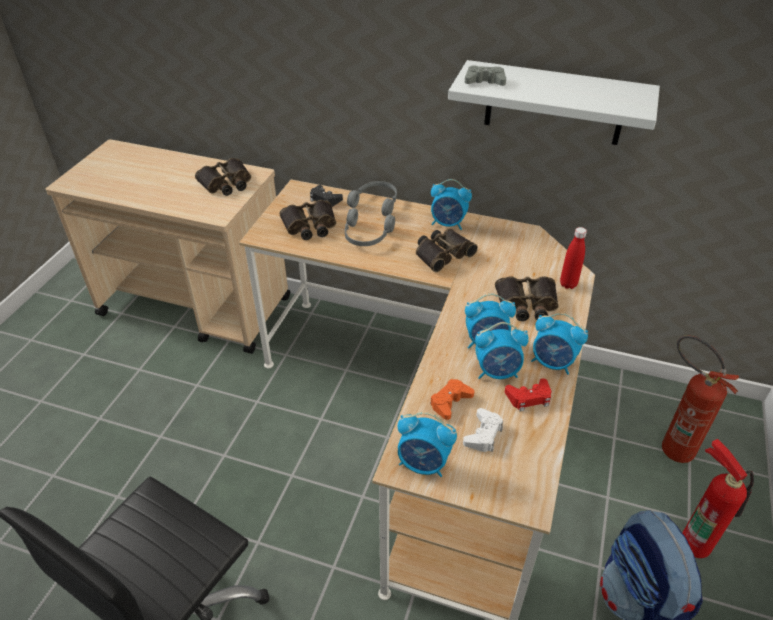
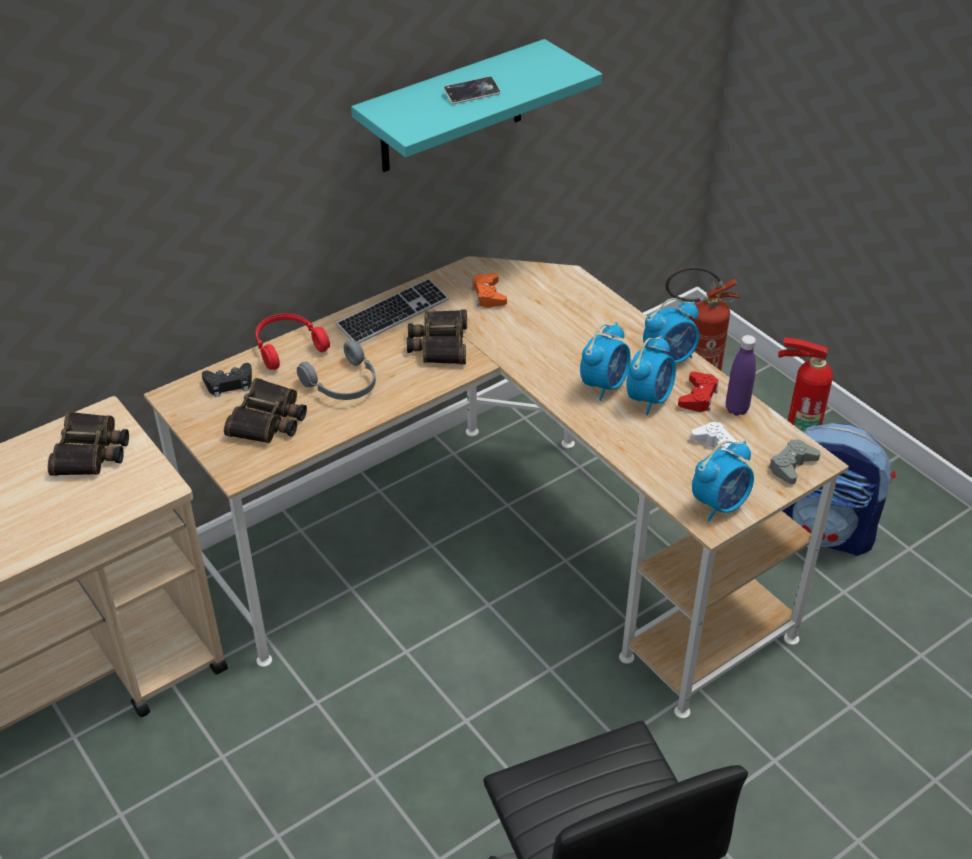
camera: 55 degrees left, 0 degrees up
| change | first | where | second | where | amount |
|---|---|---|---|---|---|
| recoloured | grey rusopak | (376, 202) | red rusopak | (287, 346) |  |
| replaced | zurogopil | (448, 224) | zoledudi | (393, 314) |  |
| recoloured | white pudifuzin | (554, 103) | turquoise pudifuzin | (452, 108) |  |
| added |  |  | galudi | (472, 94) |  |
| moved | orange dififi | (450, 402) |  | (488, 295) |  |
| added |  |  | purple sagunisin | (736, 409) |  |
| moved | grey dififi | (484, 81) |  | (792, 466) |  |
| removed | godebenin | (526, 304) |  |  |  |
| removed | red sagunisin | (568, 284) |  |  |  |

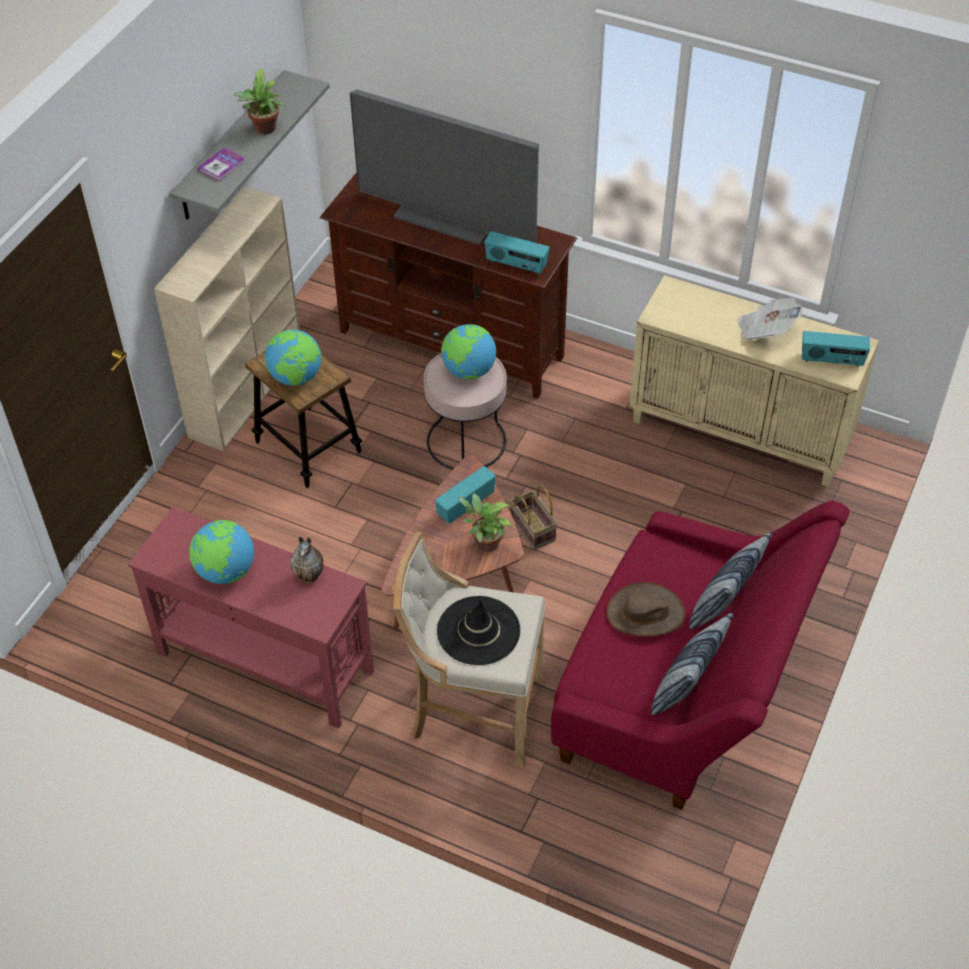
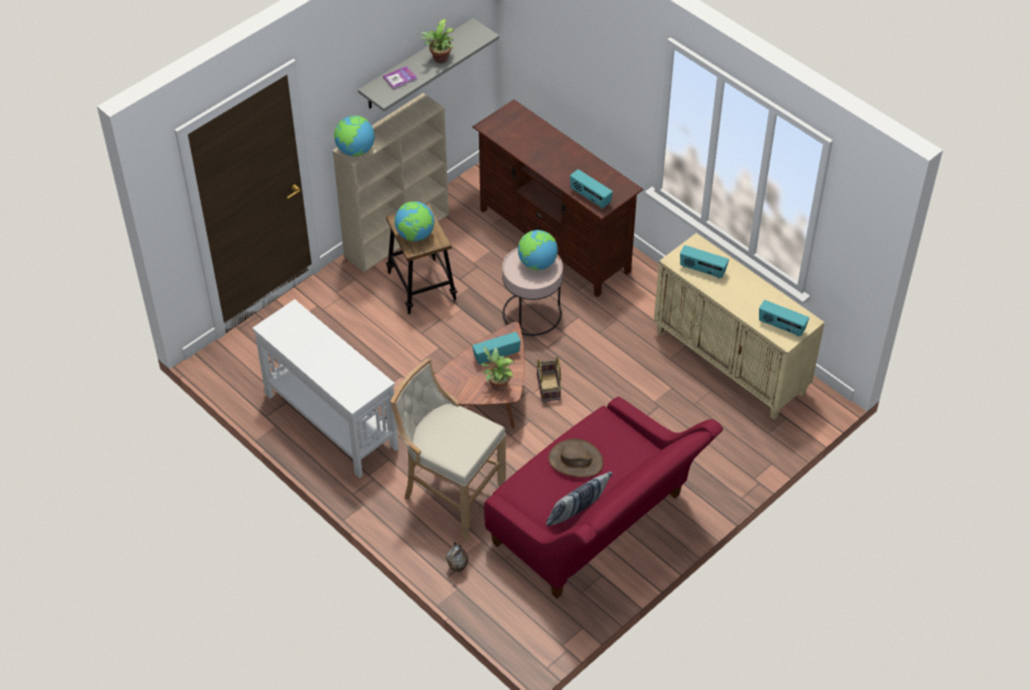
camera: 20 degrees right, 0 degrees up
| change | first | where | second | where | amount |
|---|---|---|---|---|---|
| recoloured | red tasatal | (264, 661) | white tasatal | (331, 420) |  |
| moved | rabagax | (225, 572) |  | (355, 151) |  |
| moved | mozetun | (310, 577) |  | (458, 568) |  |
| added |  |  | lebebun | (702, 270) |  |
| removed | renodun | (448, 217) |  |  |  |
| removed | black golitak | (478, 631) |  |  |  |
| removed | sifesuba | (723, 606) |  |  |  |
| removed | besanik | (766, 330) |  |  |  |

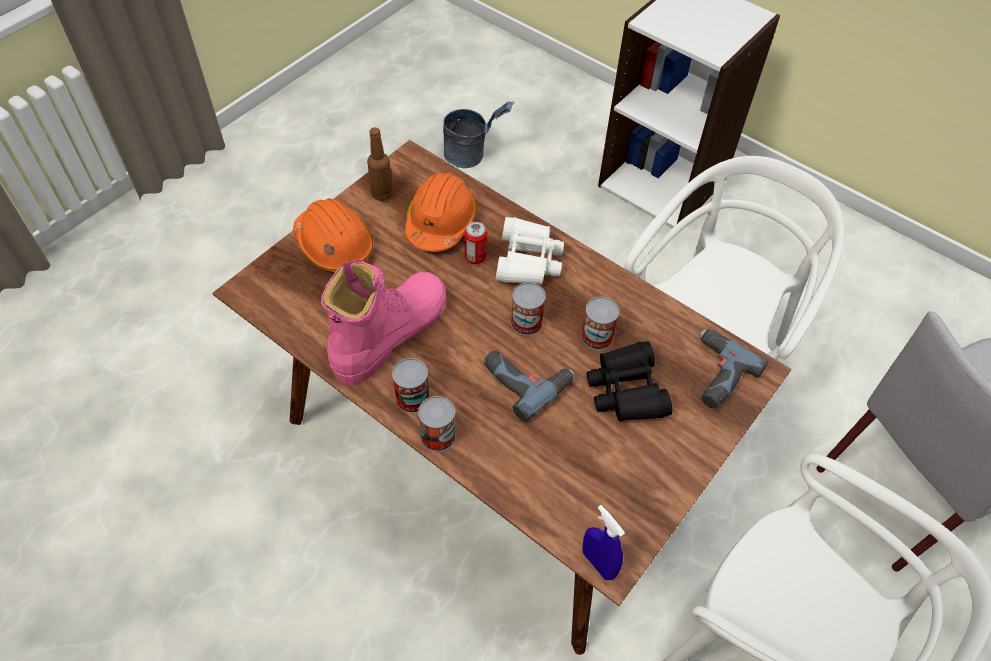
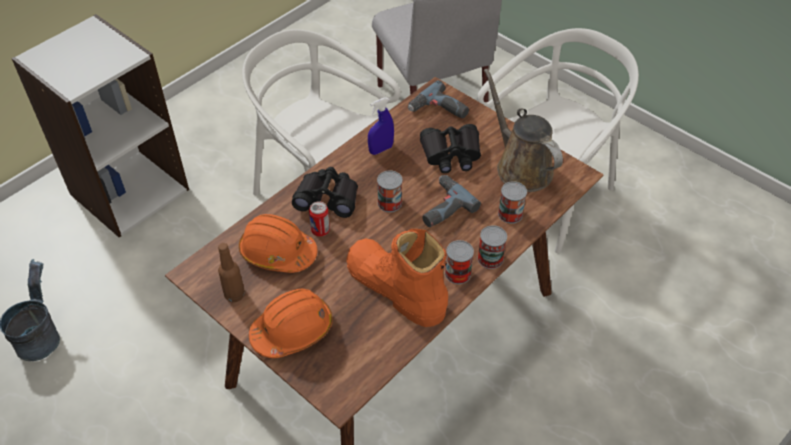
camera: 85 degrees left, 5 degrees down
| change | first | where | second | where | amount |
|---|---|---|---|---|---|
| recoloured | white godebenin | (528, 260) | black godebenin | (328, 198) |  |
| recoloured | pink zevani | (389, 334) | orange zevani | (395, 288) |  |
| moved | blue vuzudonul | (598, 563) |  | (381, 149) |  |
| added |  |  | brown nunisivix | (520, 167) |  |
| moved | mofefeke | (597, 336) |  | (510, 214) |  |

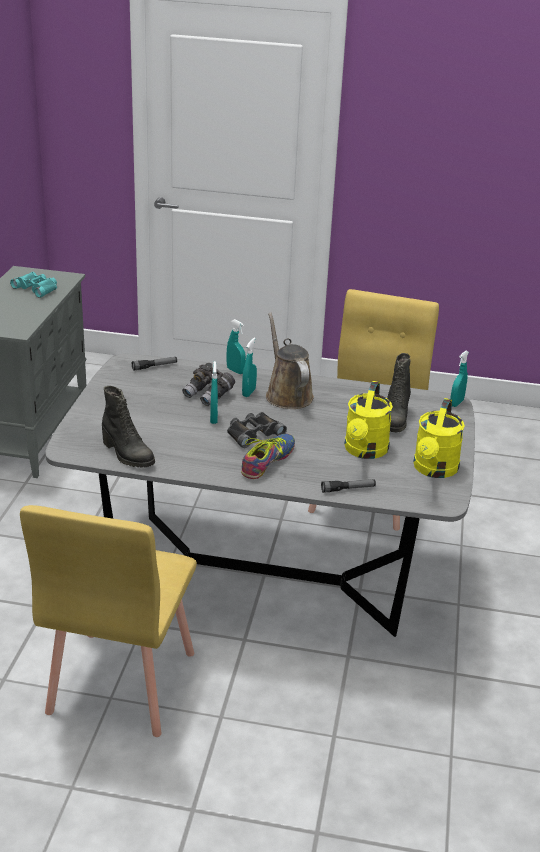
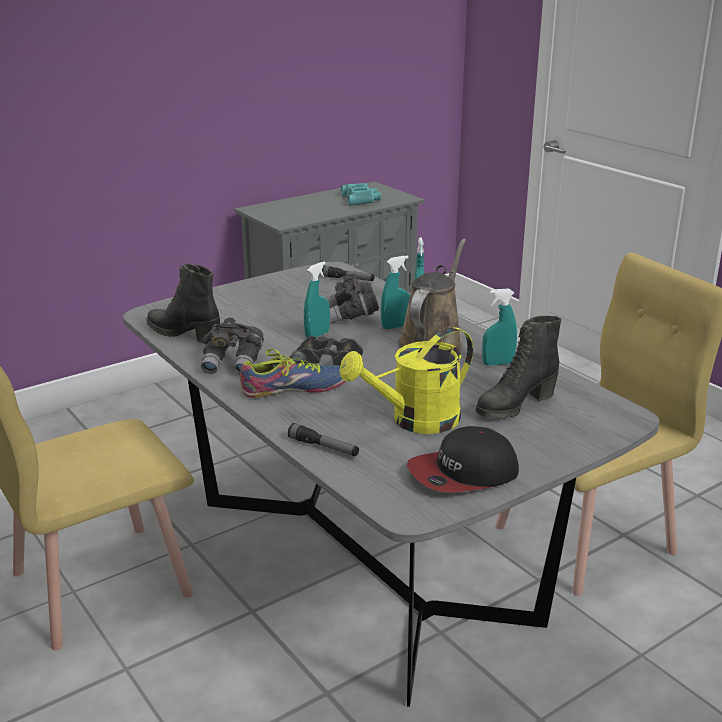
camera: 45 degrees right, 5 degrees down
| change | first | where | second | where | amount |
|---|---|---|---|---|---|
| turned | black zevani | (127, 454) |  | (185, 334) | 120 degrees clockwise |
| added |  |  | grey godebenin | (233, 364) |  |
| replaced | yellow nunisivix | (434, 470) | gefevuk | (463, 474) |  |
| moved | turquoise vuzudonul | (456, 403) |  | (498, 363) |  |

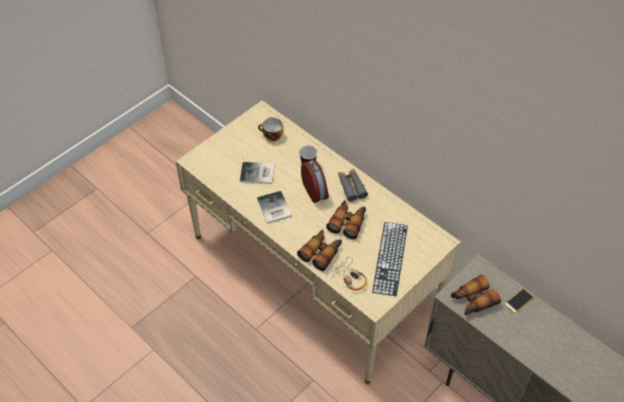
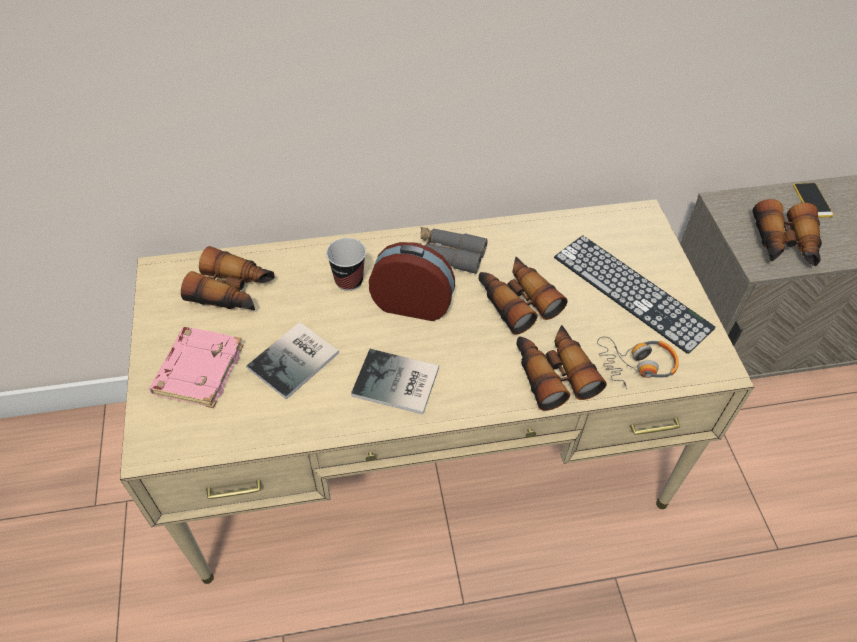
camera: 55 degrees left, 0 degrees up
| change | first | where | second | where | amount |
|---|---|---|---|---|---|
| added |  |  | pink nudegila | (198, 370) |  |
| replaced | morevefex | (271, 136) | godebenin | (233, 291) |  |

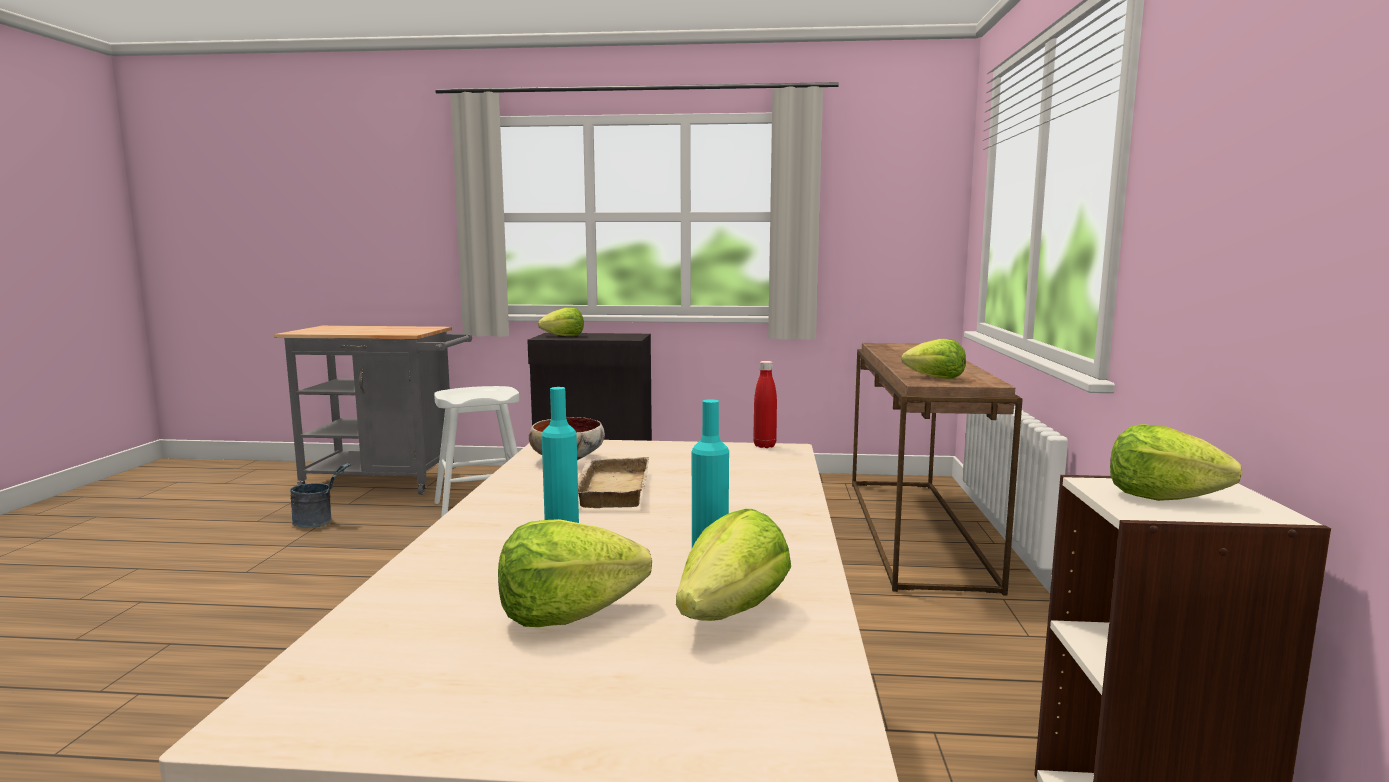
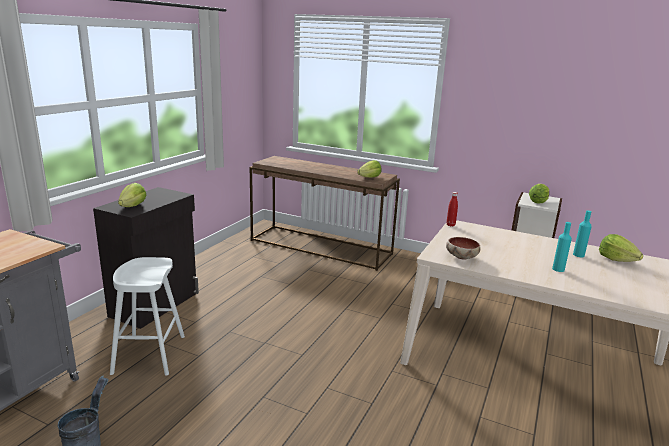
camera: 70 degrees left, 10 degrees up
| change | first | where | second | where | amount |
|---|---|---|---|---|---|
| removed | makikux | (568, 614) |  |  |  |
| removed | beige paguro | (610, 489) |  |  |  |

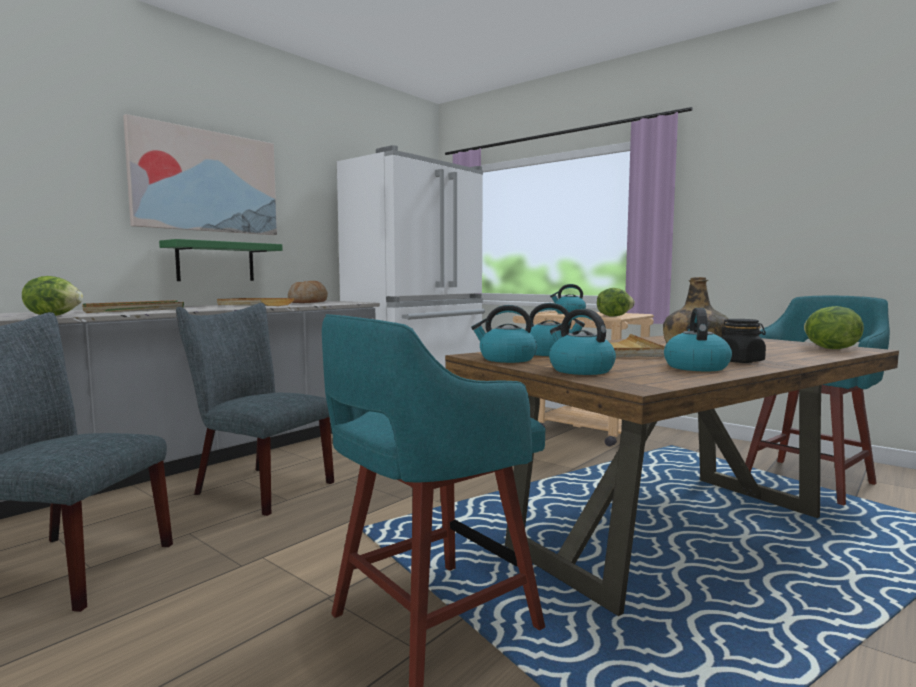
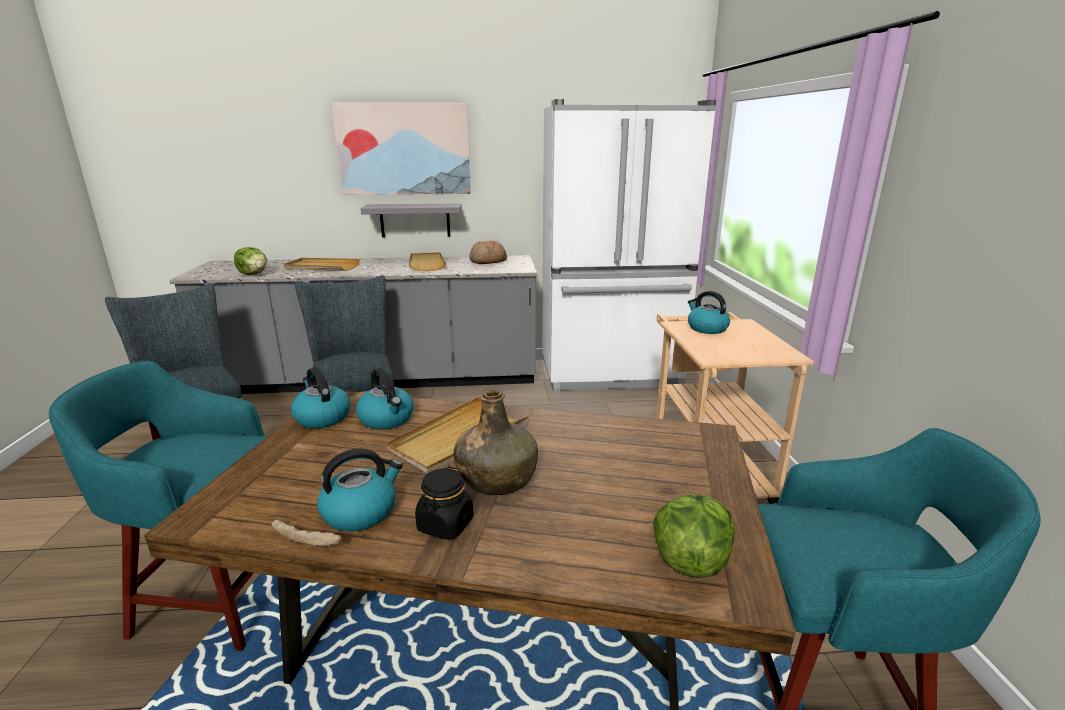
camera: 45 degrees right, 15 degrees up
| change | first | where | second | where | amount |
|---|---|---|---|---|---|
| added |  |  | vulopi | (307, 539) |  |
| recoloured | green paguro | (133, 310) | beige paguro | (322, 267) |  |
| recoloured | green pudifuzin | (216, 262) | grey pudifuzin | (415, 220) |  |
| removed | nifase | (580, 370) |  |  |  |
| removed | makikux | (613, 316) |  |  |  |

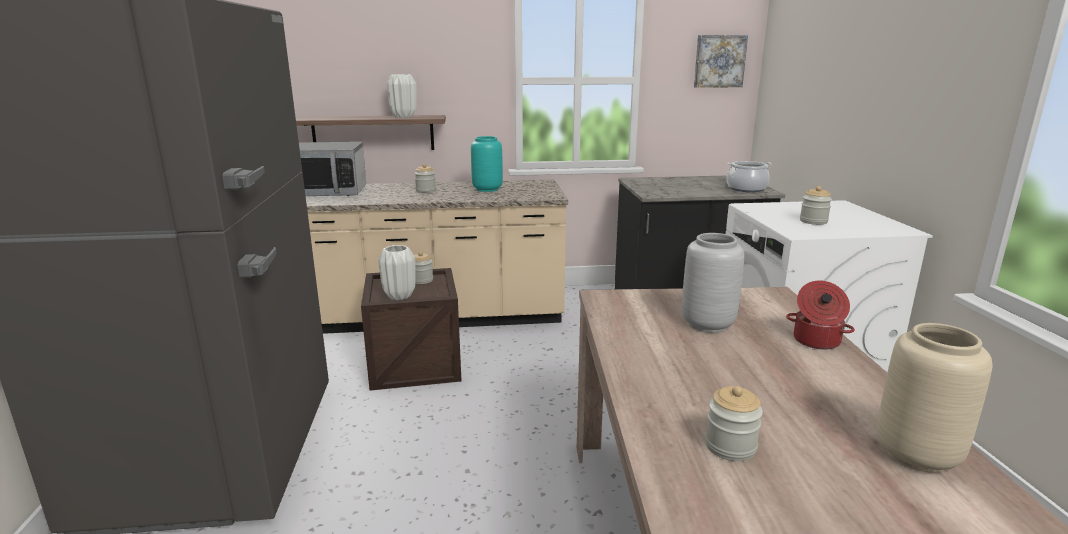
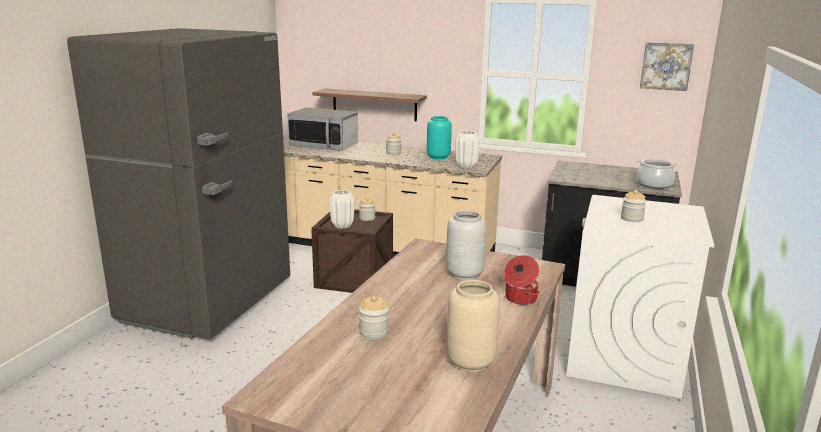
camera: 25 degrees right, 0 degrees up
| change | first | where | second | where | amount |
|---|---|---|---|---|---|
| moved | white mozetun | (403, 117) |  | (466, 166) |  |

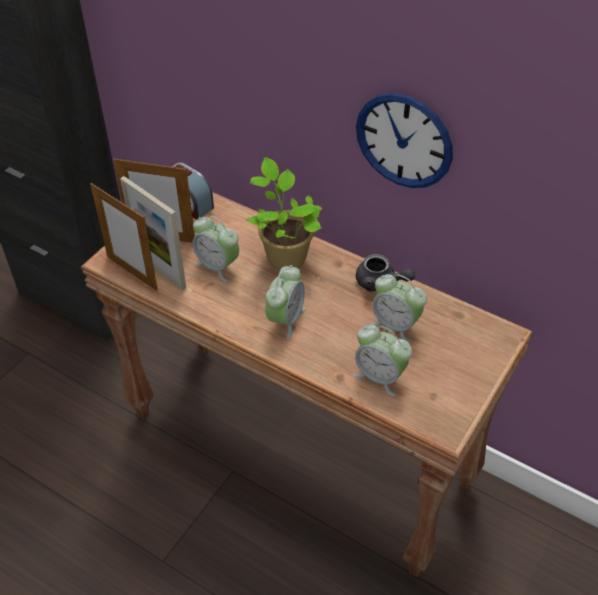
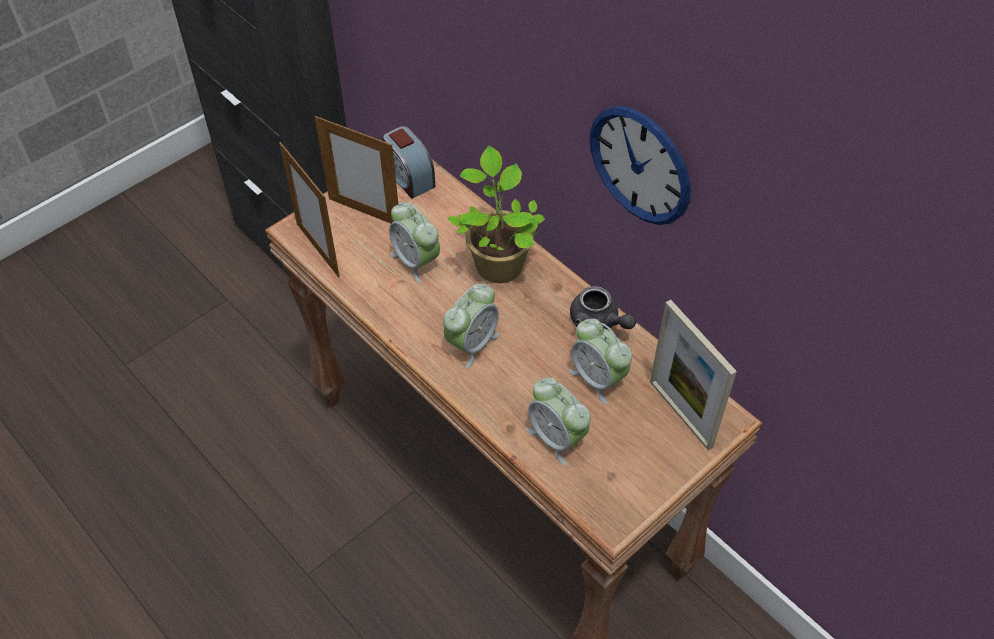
camera: 15 degrees right, 5 degrees up
| change | first | where | second | where | amount |
|---|---|---|---|---|---|
| moved | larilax | (160, 271) |  | (680, 414) |  |

